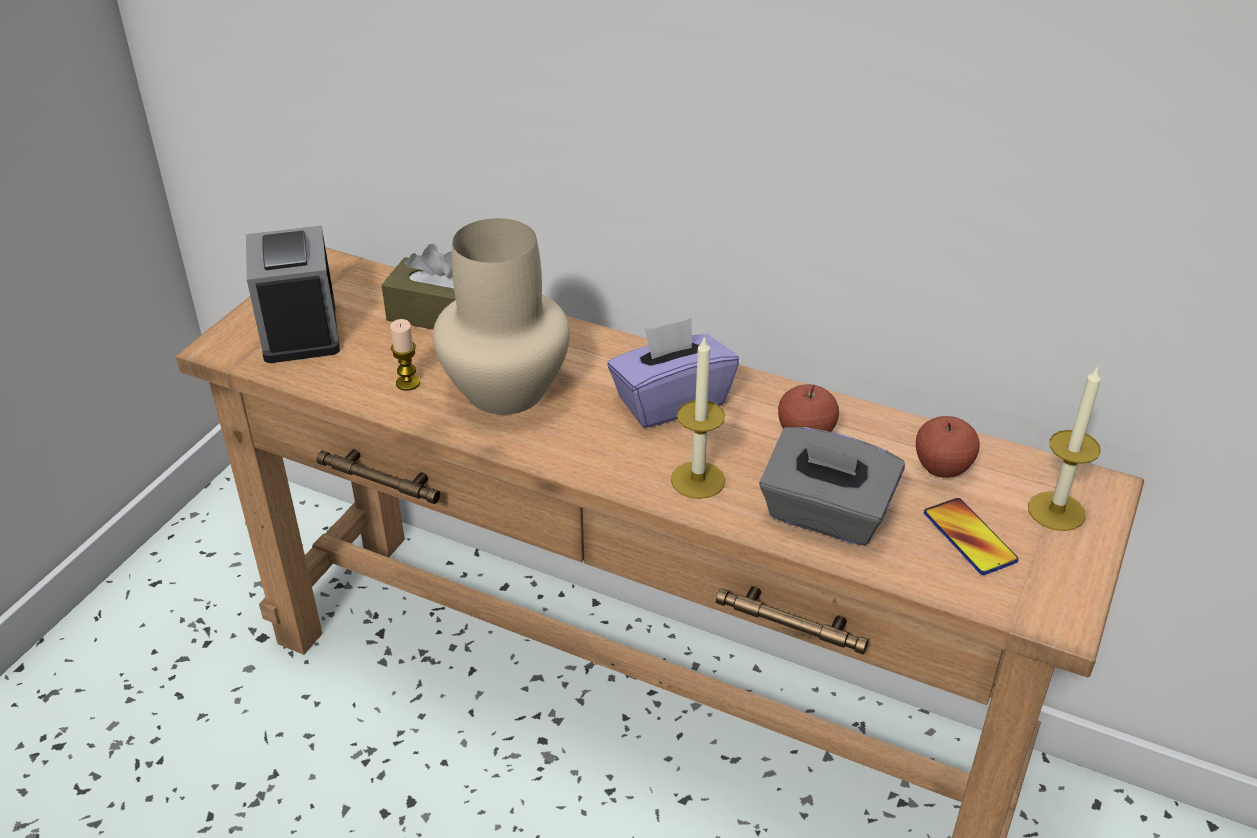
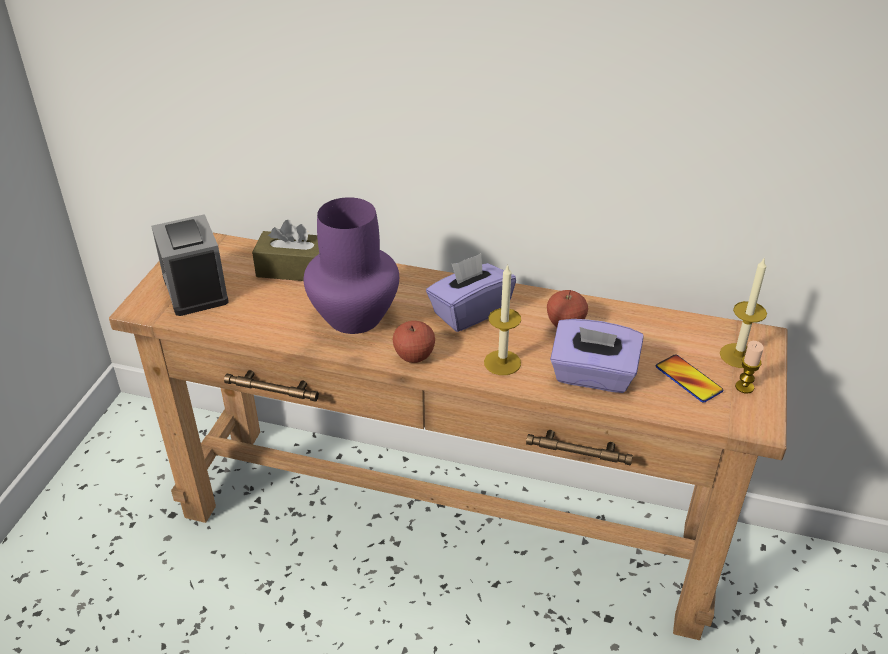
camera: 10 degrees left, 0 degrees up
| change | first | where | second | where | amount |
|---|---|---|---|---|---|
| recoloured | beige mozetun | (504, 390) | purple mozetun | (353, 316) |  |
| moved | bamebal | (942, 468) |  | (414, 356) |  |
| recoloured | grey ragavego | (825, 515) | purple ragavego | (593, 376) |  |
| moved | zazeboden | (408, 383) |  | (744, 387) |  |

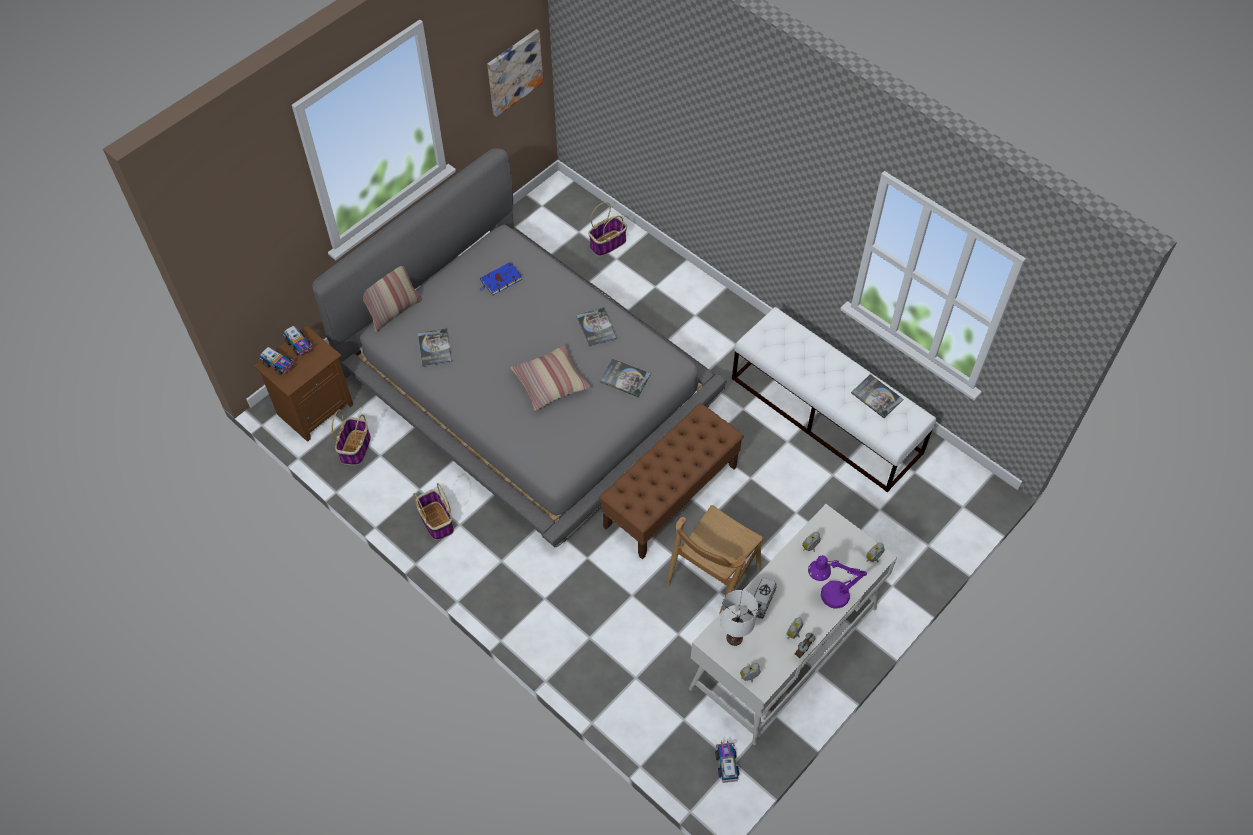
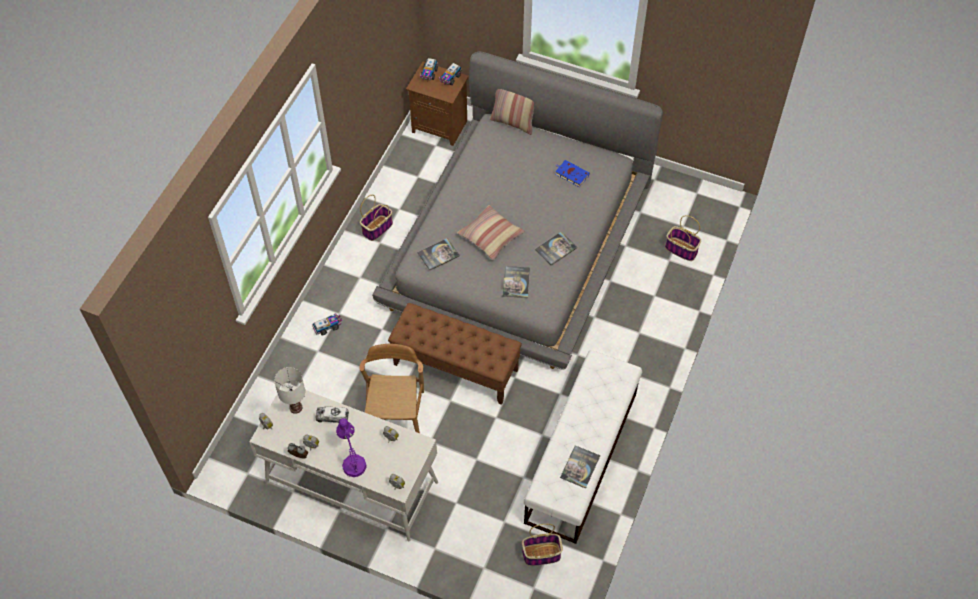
camera: 70 degrees right, 0 degrees up
| change | first | where | second | where | amount |
|---|---|---|---|---|---|
| moved | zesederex | (726, 763) |  | (328, 326) |  |
| turned | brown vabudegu | (712, 576) |  | (396, 416) | 75 degrees clockwise |
| moved | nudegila | (435, 348) |  | (438, 254) |  |
| moved | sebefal | (355, 448) |  | (541, 554) |  |
| removed | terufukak | (514, 72) |  |  |  |

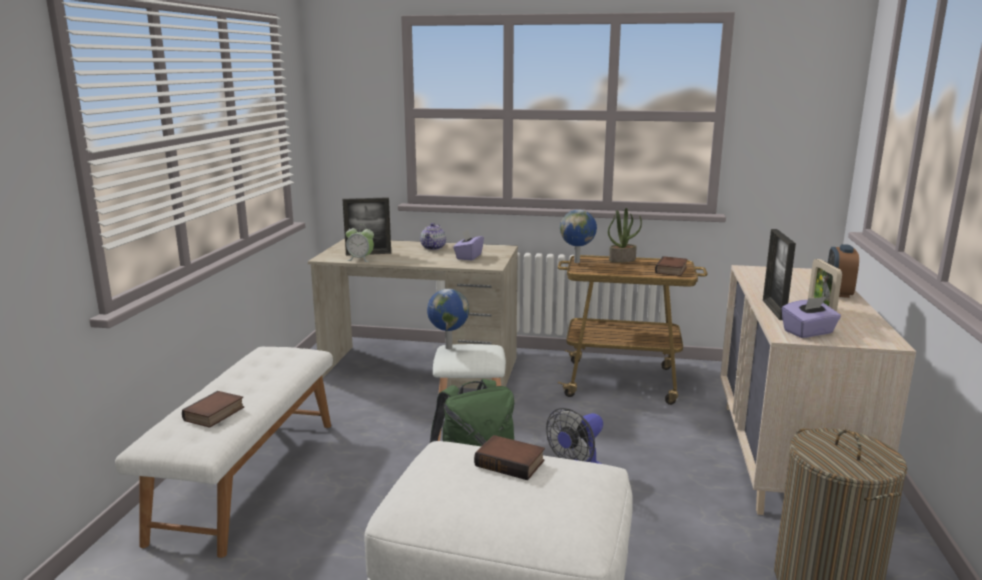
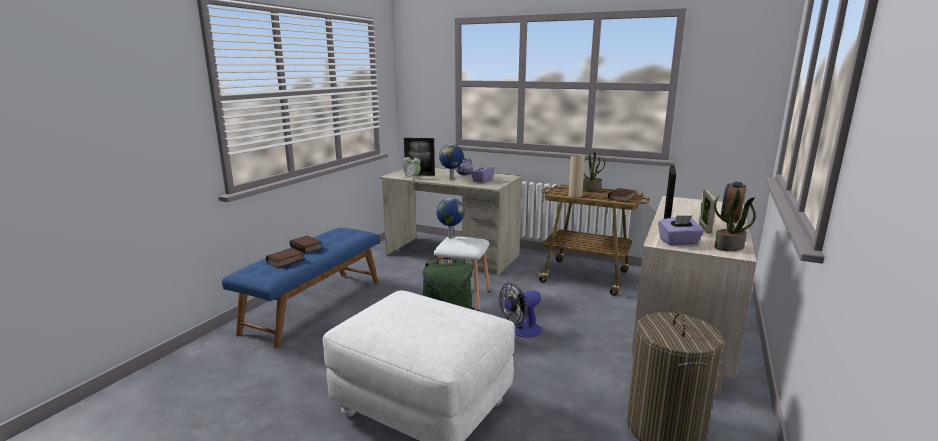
camera: 15 degrees right, 0 degrees up
| change | first | where | second | where | amount |
|---|---|---|---|---|---|
| recoloured | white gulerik | (247, 477) | blue gulerik | (314, 305) |  |
| moved | nudegila | (511, 462) |  | (307, 247) |  |
| moved | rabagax | (577, 262) |  | (452, 179) |  |
| added |  |  | beige mozetun | (575, 195) |  |
| added |  |  | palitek | (729, 247) |  |

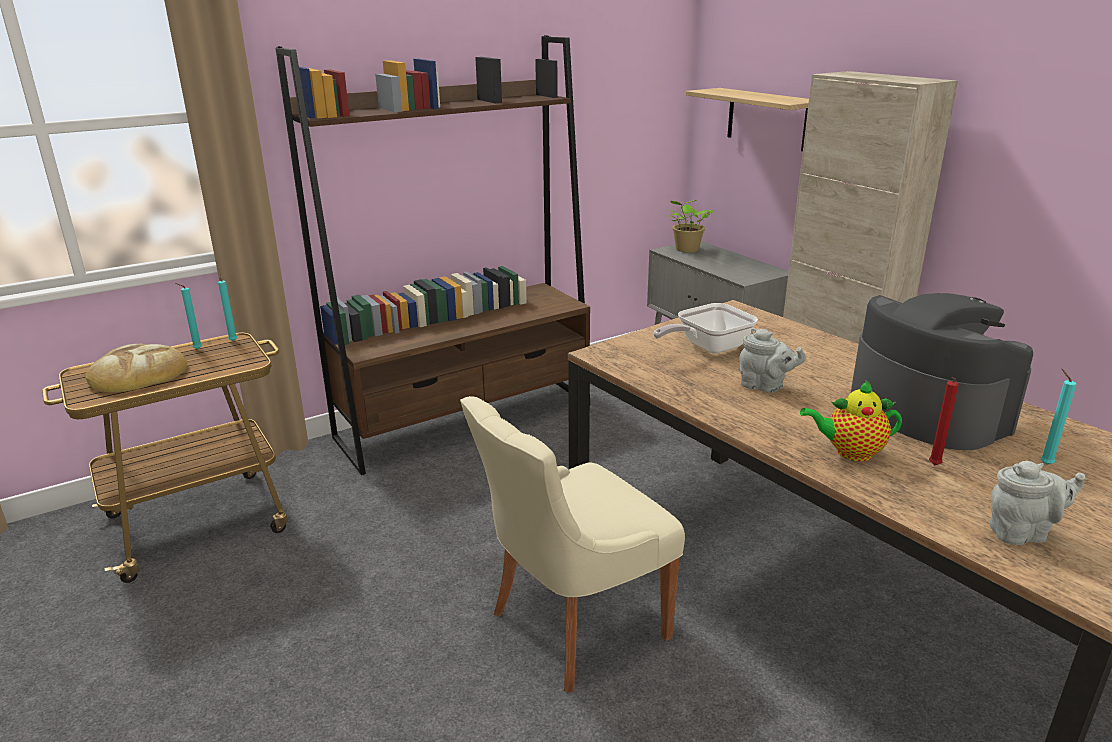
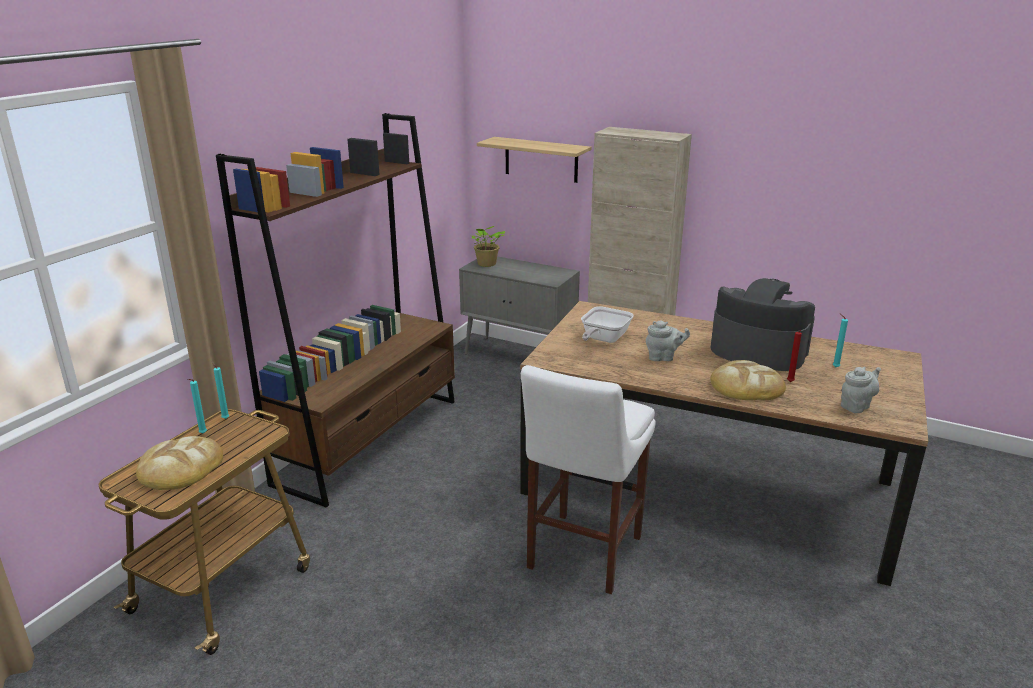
camera: 30 degrees left, 0 degrees up
| change | first | where | second | where | amount |
|---|---|---|---|---|---|
| replaced | beige vabudegu | (573, 626) | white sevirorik | (581, 555) |  |
| replaced | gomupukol | (849, 452) | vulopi | (746, 386) |  |

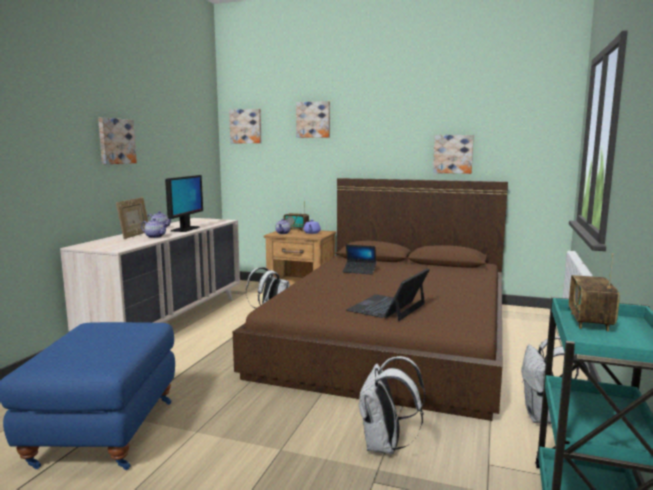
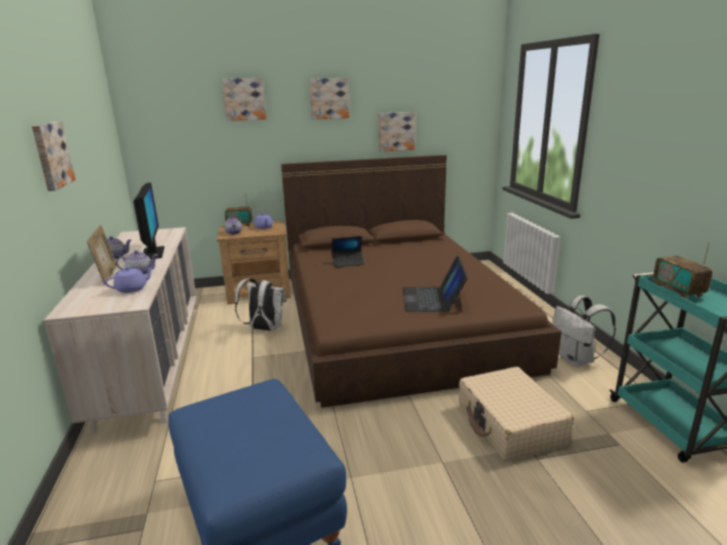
camera: 30 degrees left, 10 degrees up
| change | first | where | second | where | amount |
|---|---|---|---|---|---|
| added |  |  | purple gomupukol | (132, 288) |  |
| moved | terufukak | (246, 126) |  | (329, 98) |  |
| replaced | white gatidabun | (385, 446) | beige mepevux | (510, 424) |  |

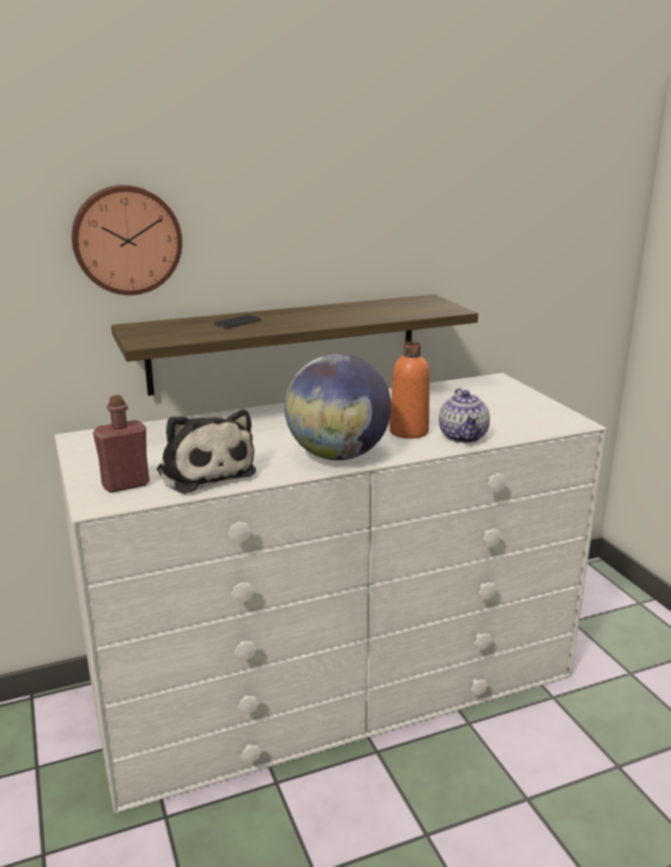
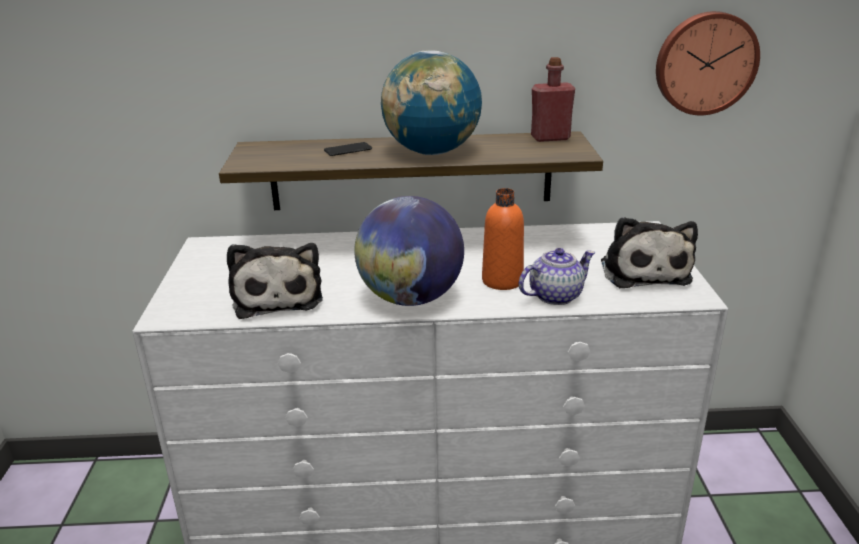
camera: 20 degrees right, 5 degrees up
| change | first | where | second | where | amount |
|---|---|---|---|---|---|
| added |  |  | rabagax | (432, 152) |  |
| turned | gomupukol | (464, 437) |  | (555, 295) | 135 degrees counterclockwise |
| moved | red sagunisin | (125, 484) |  | (550, 138) |  |
| added |  |  | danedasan | (643, 271) |  |
| moved | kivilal | (126, 240) |  | (705, 63) |  |

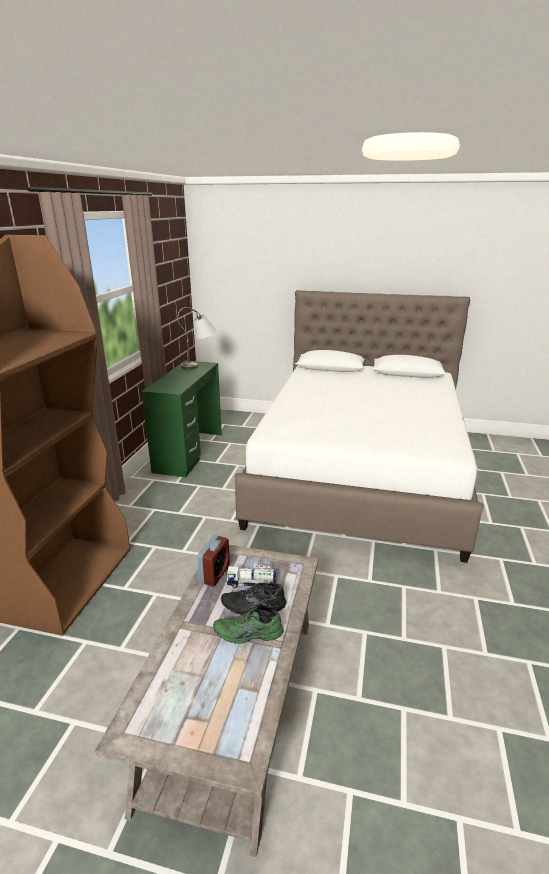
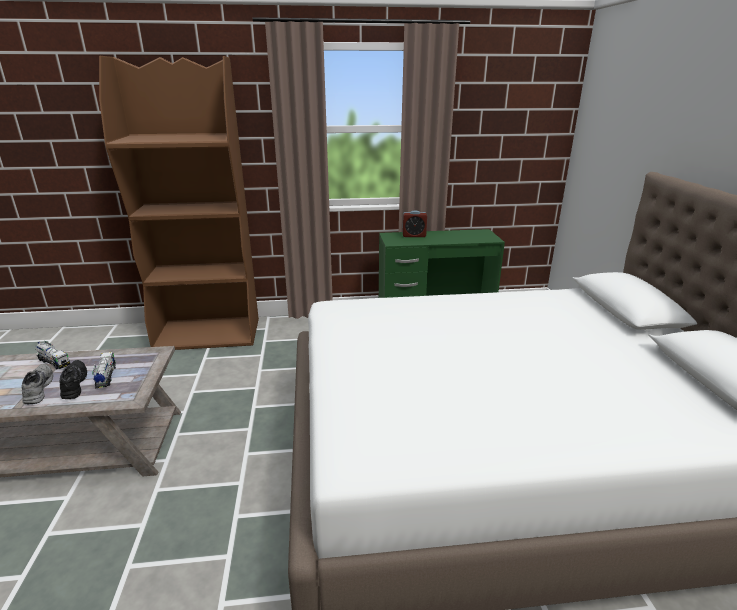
camera: 70 degrees right, 0 degrees up
| change | first | where | second | where | amount |
|---|---|---|---|---|---|
| recoloured | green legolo | (248, 634) | grey legolo | (37, 389) |  |
| added |  |  | zesederex | (54, 362) |  |
| moved | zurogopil | (215, 574) |  | (414, 235) |  |
| removed | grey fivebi | (200, 365) |  |  |  |

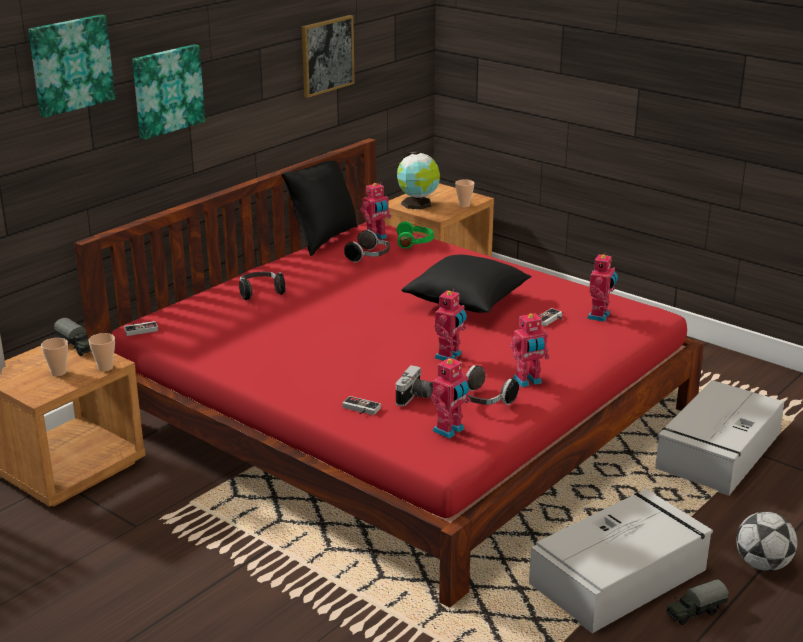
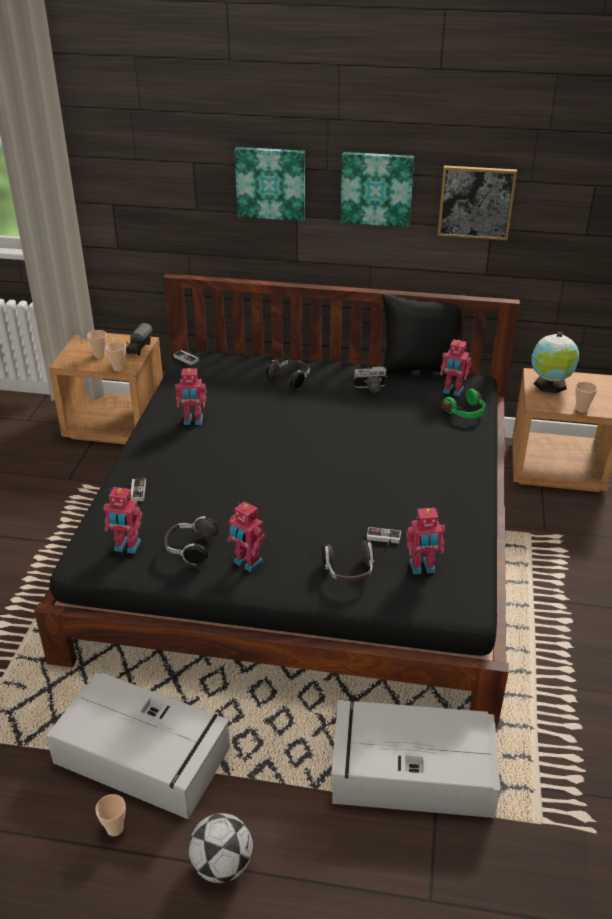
camera: 60 degrees right, 10 degrees up
| change | first | where | second | where | amount |
|---|---|---|---|---|---|
| recoloured | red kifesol | (400, 413) | black kifesol | (305, 535) |  |
| replaced | zesederex | (694, 612) | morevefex | (115, 828) |  |
| moved | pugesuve | (449, 356) |  | (193, 421) |  |
| moved | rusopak | (369, 257) |  | (349, 572) |  |
| moved | terufukak | (70, 64) |  | (376, 188) |  |
| moved | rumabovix | (415, 397) |  | (370, 388) |  |
| removed | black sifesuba | (467, 302) |  |  |  |

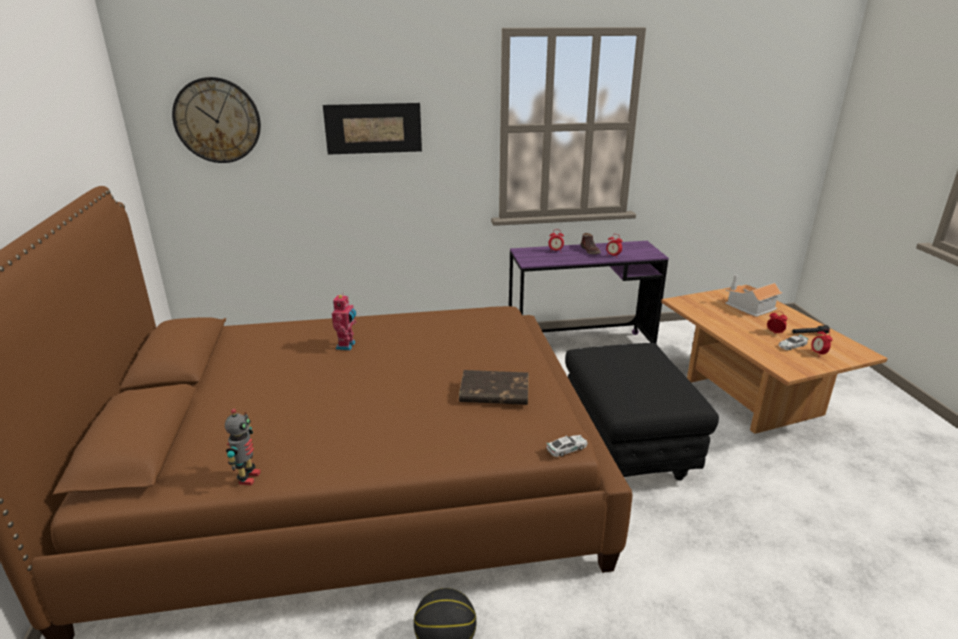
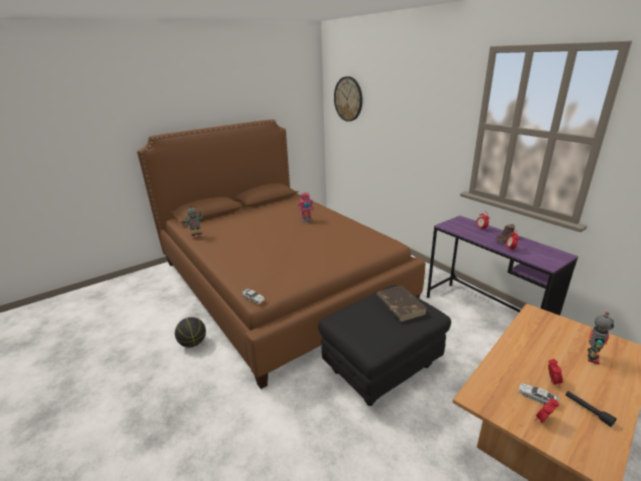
camera: 65 degrees right, 0 degrees up
| change | first | where | second | where | amount |
|---|---|---|---|---|---|
| moved | brown nudegila | (493, 392) |  | (400, 305) |  |
| replaced | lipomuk | (749, 307) | pugesuve | (591, 358) |  |
| removed | terufukak | (373, 128) |  |  |  |

